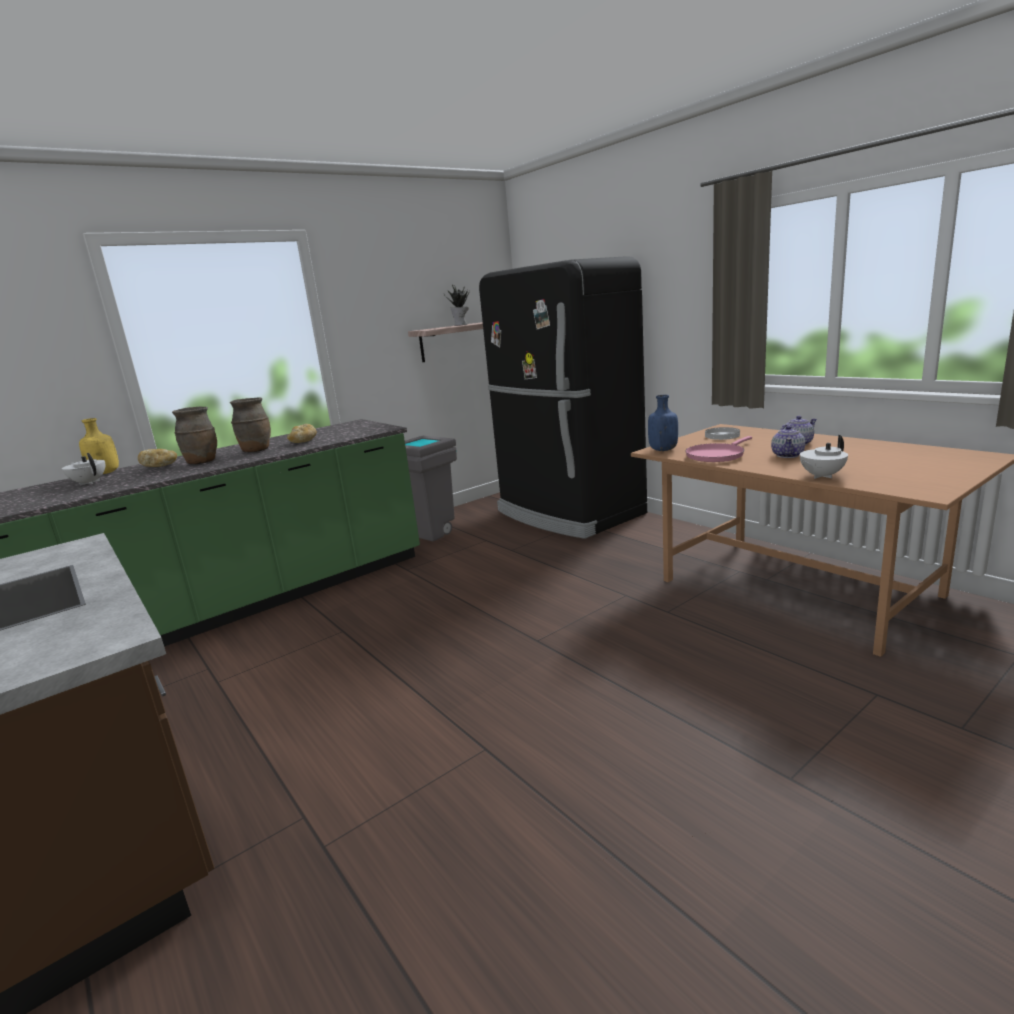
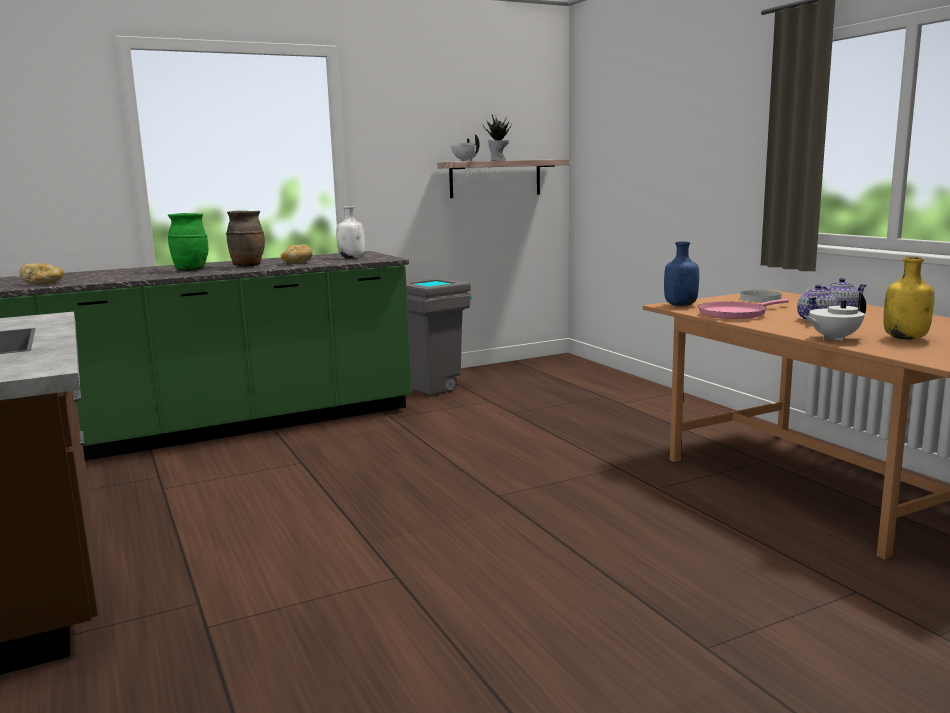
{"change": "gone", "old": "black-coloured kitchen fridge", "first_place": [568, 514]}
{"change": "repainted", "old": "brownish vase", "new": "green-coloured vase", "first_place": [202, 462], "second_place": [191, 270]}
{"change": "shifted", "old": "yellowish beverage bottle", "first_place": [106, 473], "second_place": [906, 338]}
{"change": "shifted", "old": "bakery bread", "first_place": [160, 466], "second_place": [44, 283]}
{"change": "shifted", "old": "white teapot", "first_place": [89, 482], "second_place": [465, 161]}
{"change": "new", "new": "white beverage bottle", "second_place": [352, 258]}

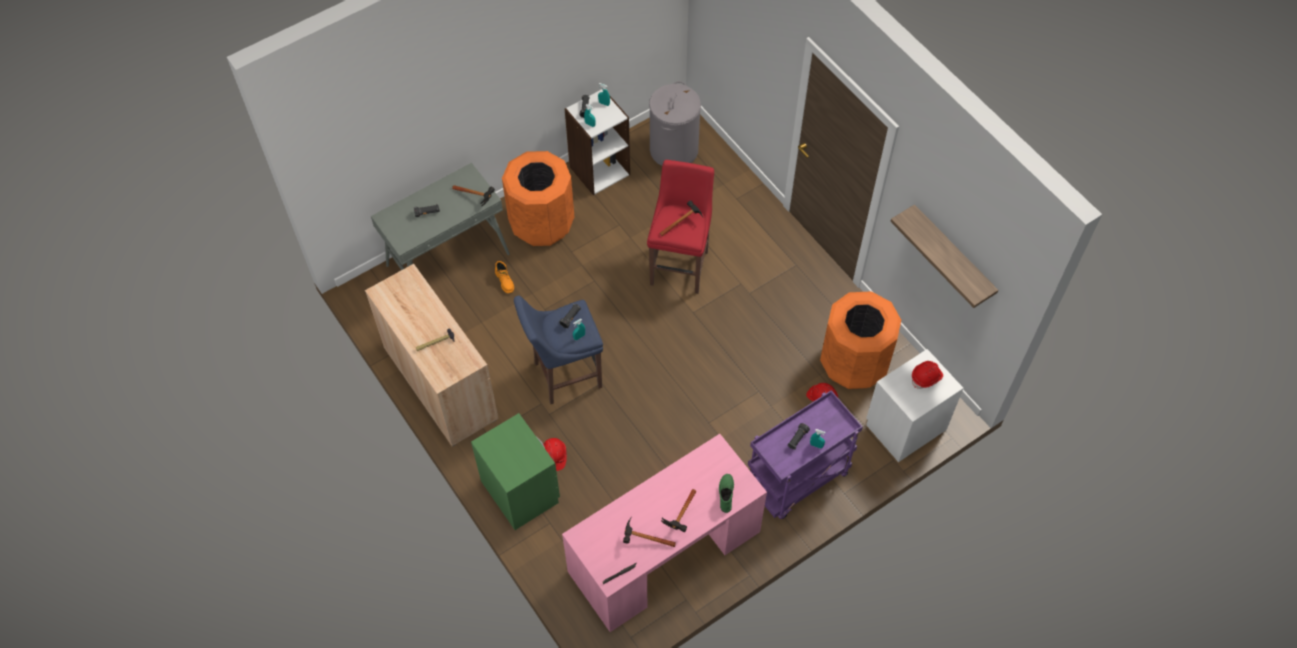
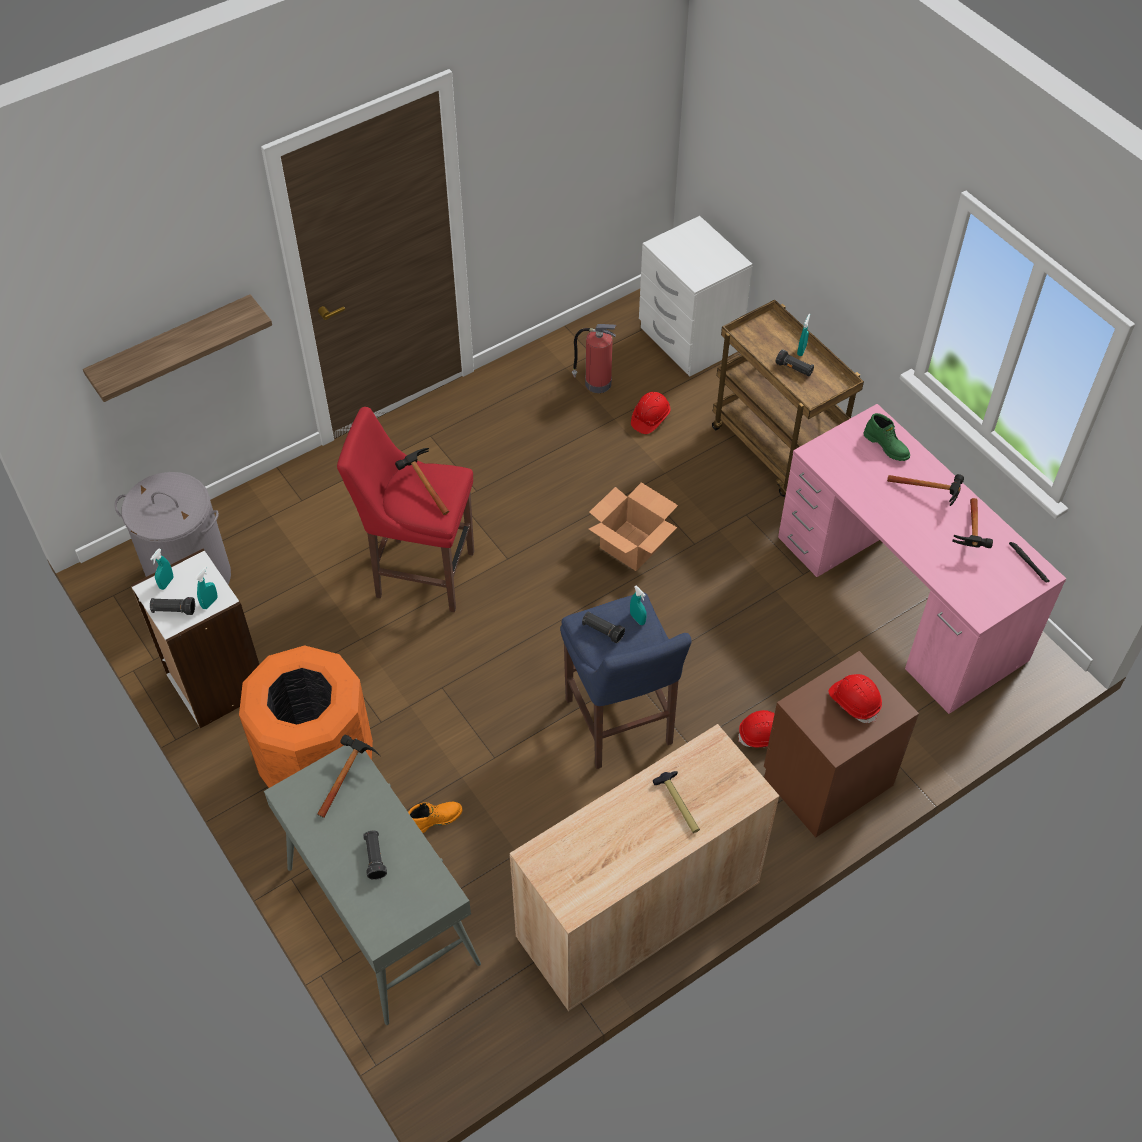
{"change": "shifted", "old": "bracket shelf", "first_place": [952, 255], "second_place": [173, 347]}
{"change": "swapped", "old": "orange trash can", "new": "extinguisher", "first_place": [854, 364], "second_place": [596, 383]}
{"change": "shifted", "old": "reddish hard hat", "first_place": [926, 377], "second_place": [854, 702]}
{"change": "repainted", "old": "purple wheeled cart", "new": "brownish wheeled cart", "first_place": [797, 481], "second_place": [777, 450]}
{"change": "repainted", "old": "green-coloured bedside table", "new": "brownish bedside table", "first_place": [521, 491], "second_place": [826, 779]}
{"change": "rotated", "old": "green-coloured high-top boot", "first_place": [725, 494], "second_place": [887, 446], "degrees": -135}
{"change": "new", "new": "cardboard box", "second_place": [630, 545]}

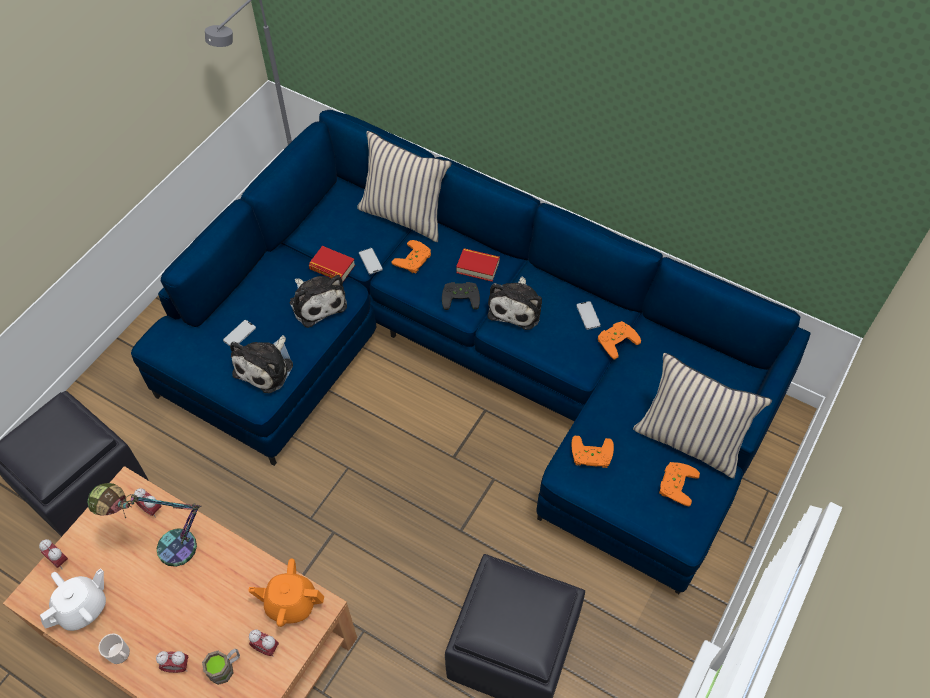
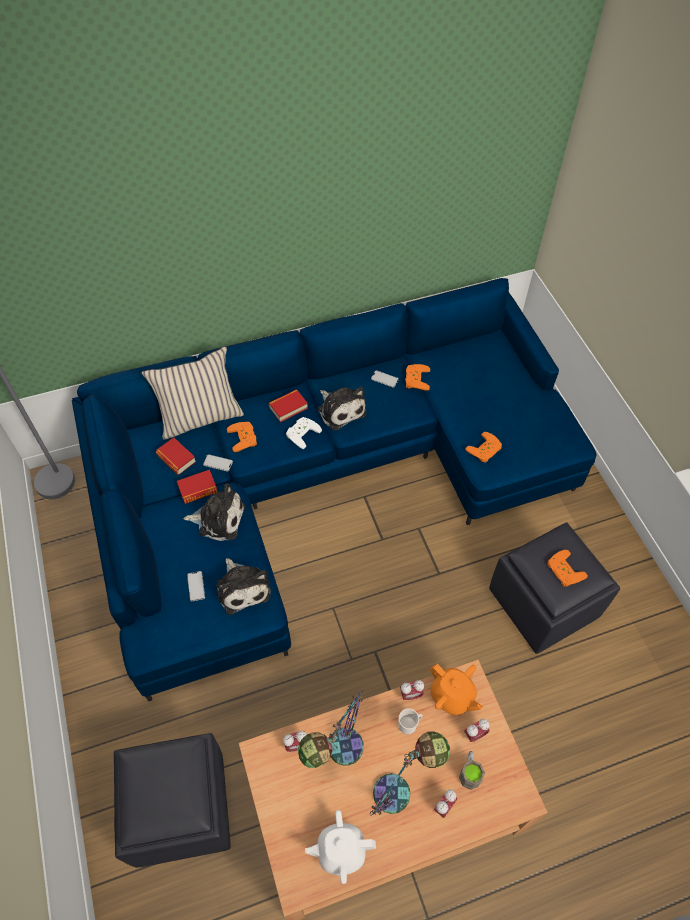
{"change": "repainted", "old": "black-coloured gamepad", "new": "white gamepad", "first_place": [461, 296], "second_place": [301, 432]}
{"change": "gone", "old": "beige throw pillow", "first_place": [689, 440]}
{"change": "shifted", "old": "orange gamepad", "first_place": [675, 483], "second_place": [563, 571]}
{"change": "shifted", "old": "bedside clock", "first_place": [59, 560], "second_place": [410, 694]}
{"change": "rotated", "old": "orange teapot", "first_place": [291, 603], "second_place": [452, 695], "degrees": -90}
{"change": "rotated", "old": "white teapot", "first_place": [83, 608], "second_place": [340, 850], "degrees": -90}
{"change": "shifted", "old": "mug", "first_place": [121, 655], "second_place": [409, 724]}
{"change": "new", "new": "book", "second_place": [176, 458]}
{"change": "new", "new": "tabletop lamp", "second_place": [402, 788]}

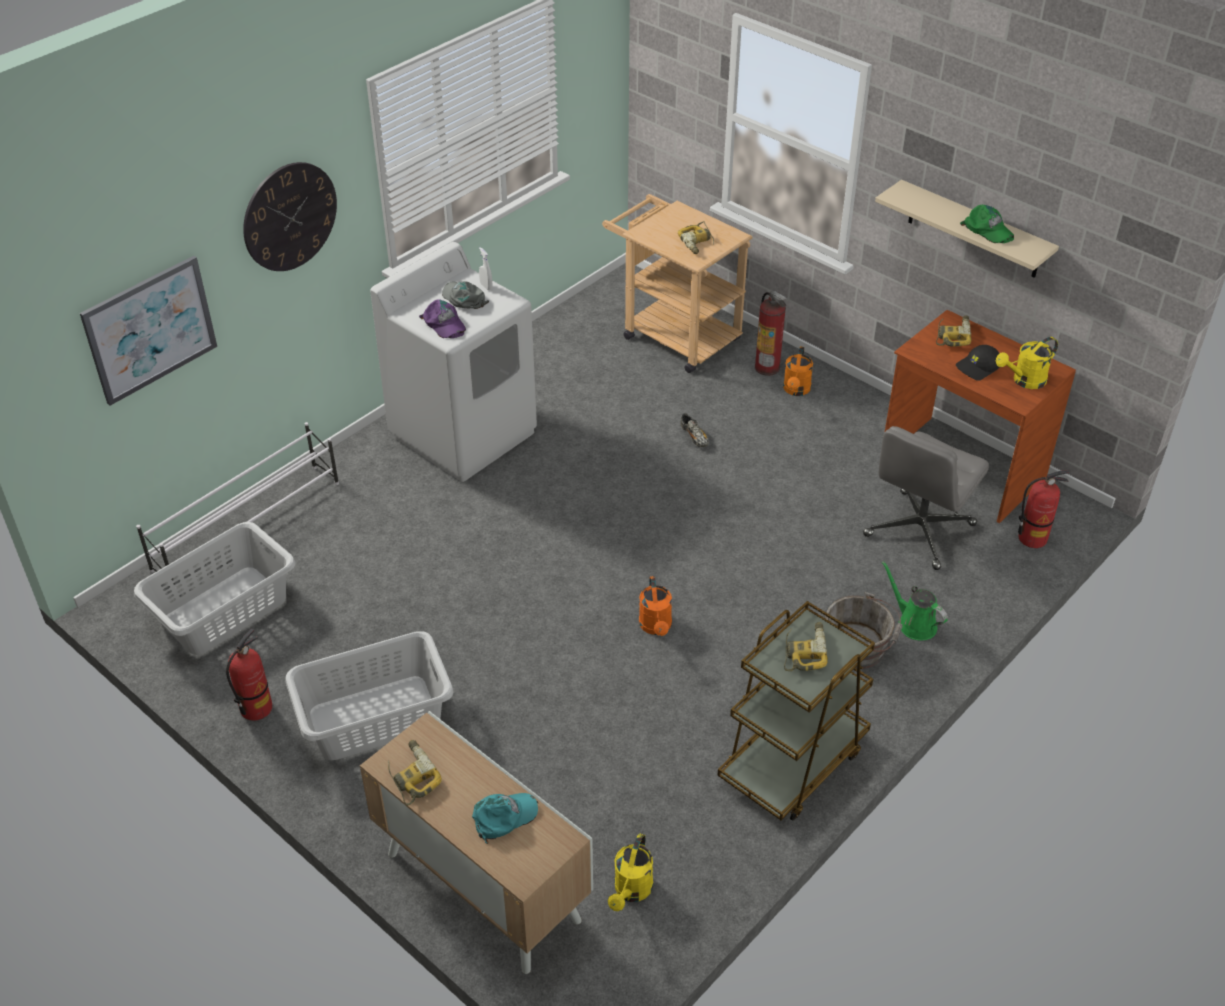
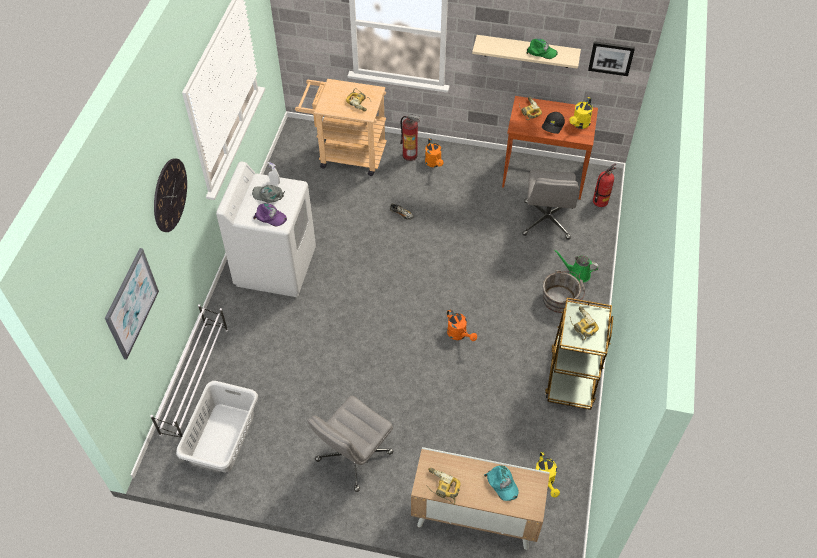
{"change": "gone", "old": "extinguisher", "first_place": [256, 708]}
{"change": "swapped", "old": "greyish laundry basket", "new": "greyish office chair", "first_place": [373, 717], "second_place": [353, 457]}
{"change": "rotated", "old": "blue-green cap", "first_place": [504, 817], "second_place": [502, 484], "degrees": 120}
{"change": "new", "new": "picture", "second_place": [611, 58]}

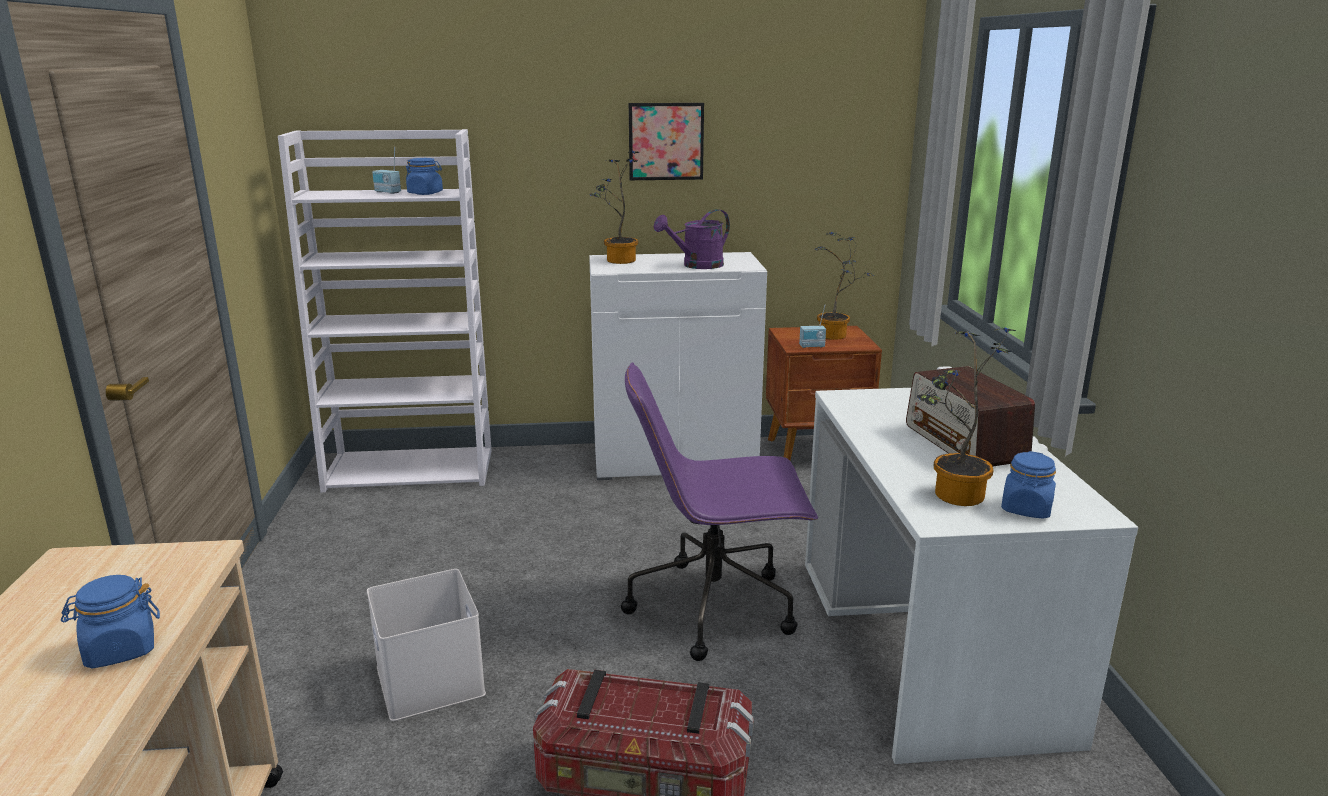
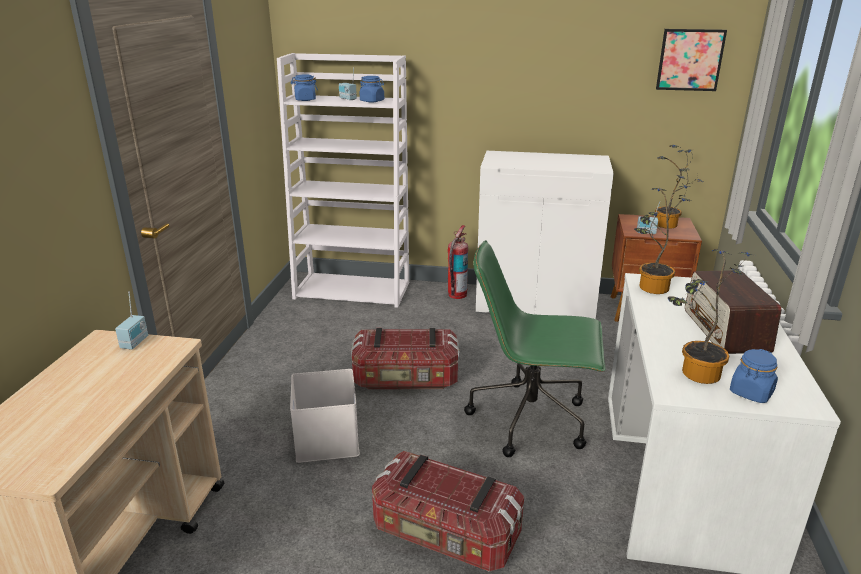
{"change": "shifted", "old": "picture", "first_place": [666, 141], "second_place": [690, 60]}
{"change": "shifted", "old": "potted plant", "first_place": [617, 261], "second_place": [650, 289]}
{"change": "gone", "old": "purple watering pot", "first_place": [696, 266]}
{"change": "repainted", "old": "purple office chair", "new": "green-coloured office chair", "first_place": [715, 607], "second_place": [531, 419]}
{"change": "shifted", "old": "blue storage jar", "first_place": [120, 650], "second_place": [305, 99]}
{"change": "new", "new": "extinguisher", "second_place": [456, 295]}
{"change": "new", "new": "radio receiver", "second_place": [135, 343]}
{"change": "new", "new": "storage container", "second_place": [406, 379]}

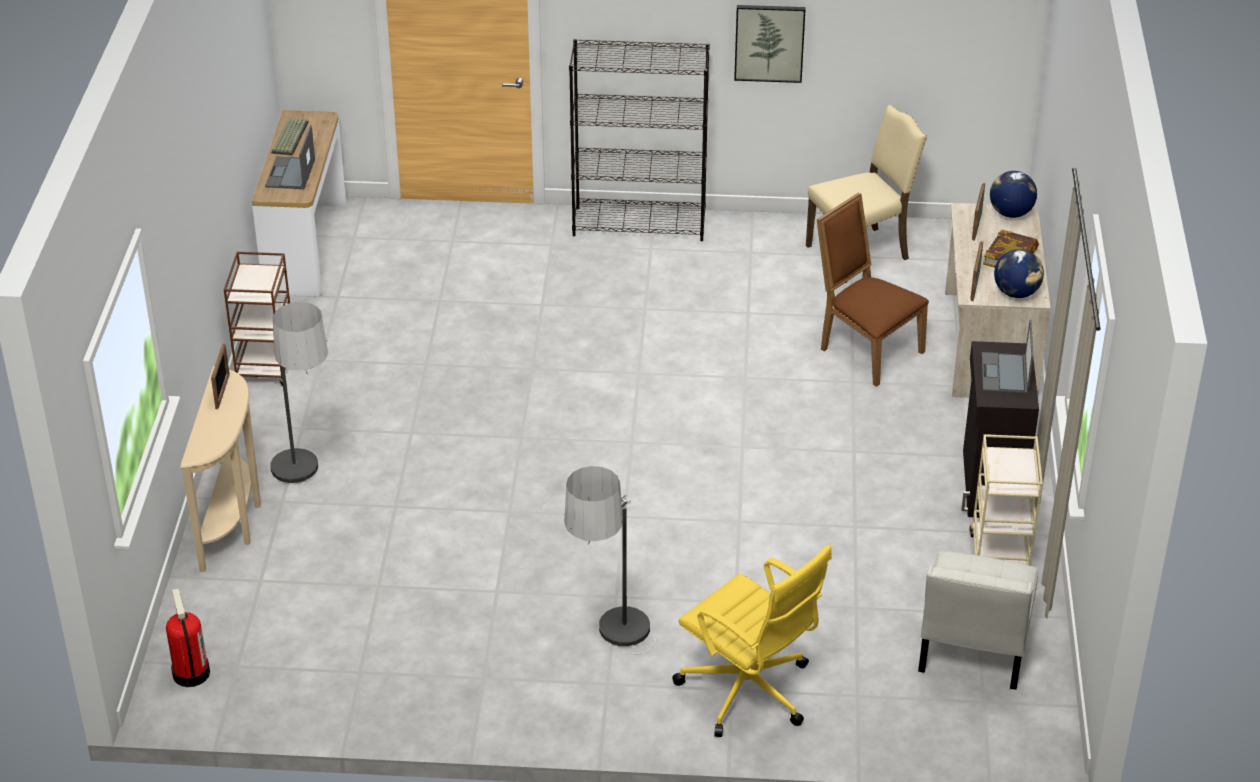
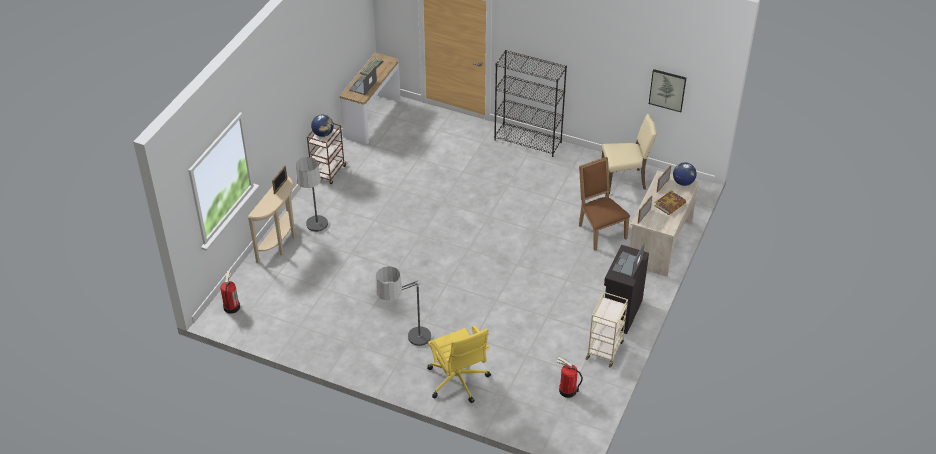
{"change": "shifted", "old": "picture", "first_place": [769, 42], "second_place": [667, 90]}
{"change": "shifted", "old": "globe", "first_place": [1016, 293], "second_place": [323, 134]}
{"change": "swapped", "old": "white upright chair", "new": "extinguisher", "first_place": [972, 652], "second_place": [567, 391]}

